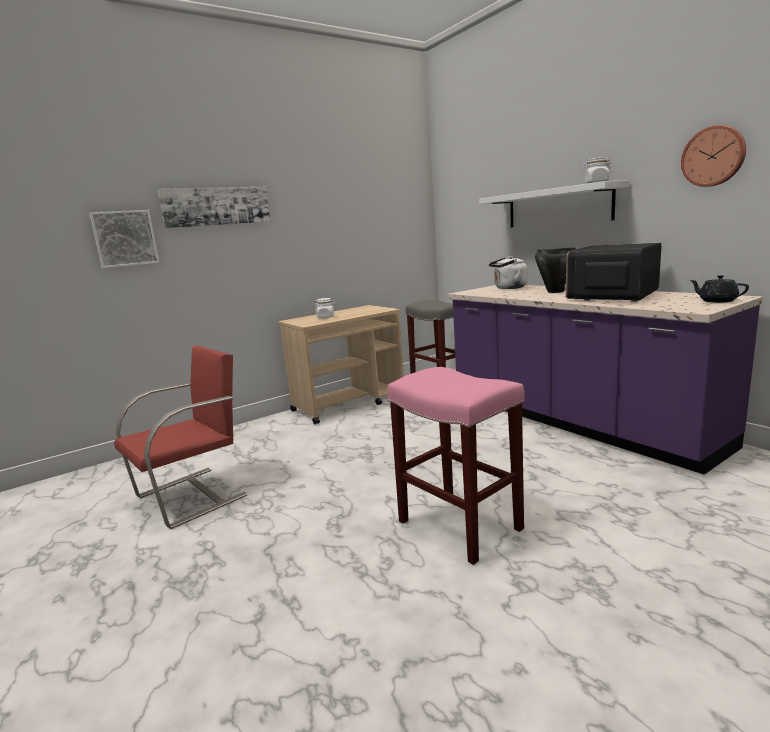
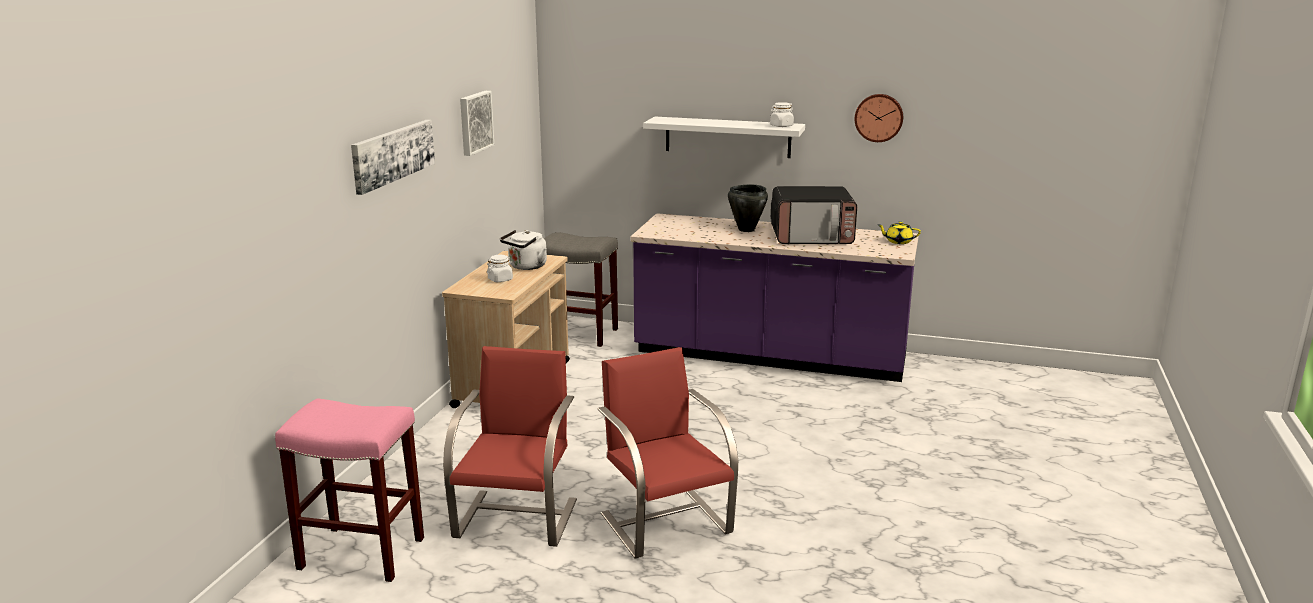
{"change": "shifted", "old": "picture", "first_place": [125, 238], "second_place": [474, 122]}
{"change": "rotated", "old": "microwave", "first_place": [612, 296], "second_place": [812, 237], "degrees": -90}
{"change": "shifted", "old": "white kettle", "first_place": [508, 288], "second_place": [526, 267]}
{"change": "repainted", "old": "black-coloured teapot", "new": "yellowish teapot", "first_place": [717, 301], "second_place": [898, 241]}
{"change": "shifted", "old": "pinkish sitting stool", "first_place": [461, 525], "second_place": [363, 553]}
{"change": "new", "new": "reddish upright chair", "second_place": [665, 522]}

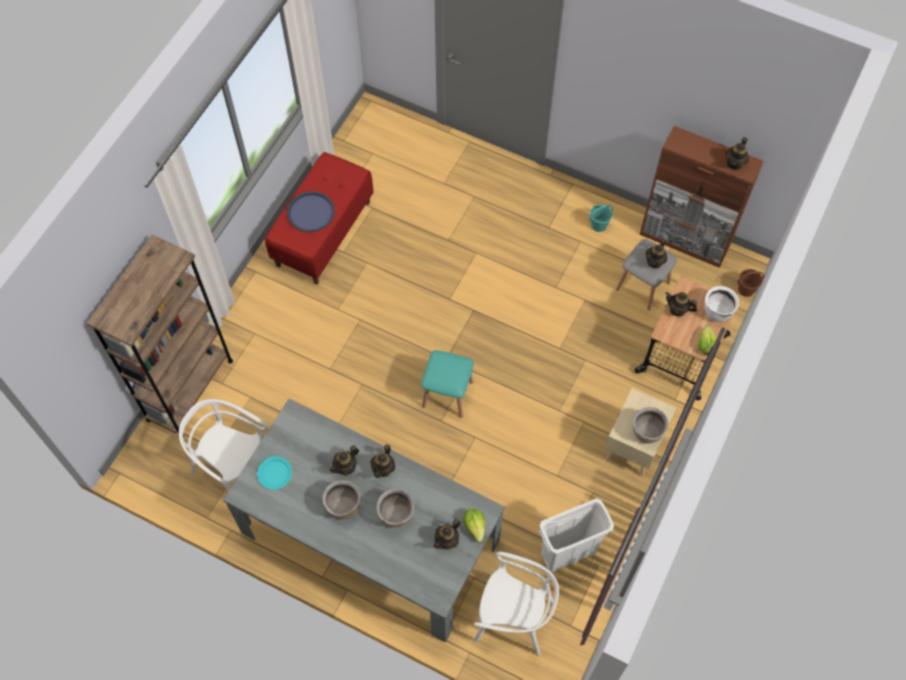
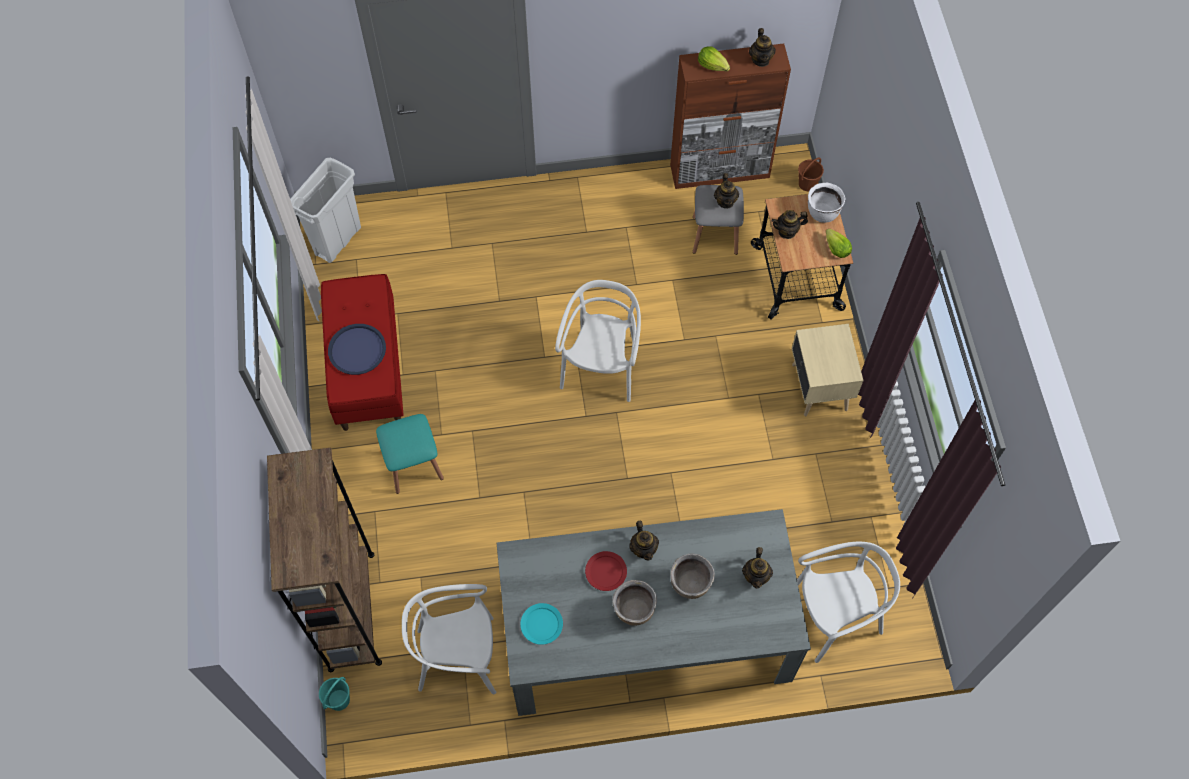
{"change": "shifted", "old": "blue-green water bucket", "first_place": [598, 225], "second_place": [338, 700]}
{"change": "shifted", "old": "blue-green sitting stool", "first_place": [447, 394], "second_place": [413, 465]}
{"change": "gone", "old": "brownish cooking pot", "first_place": [647, 432]}
{"change": "swapped", "old": "teapot", "new": "reddish plate", "first_place": [346, 467], "second_place": [606, 571]}
{"change": "shifted", "old": "white trash can", "first_place": [568, 553], "second_place": [338, 240]}
{"change": "shifted", "old": "lettuce", "first_place": [475, 526], "second_place": [713, 65]}
{"change": "new", "new": "white upright chair", "second_place": [601, 367]}

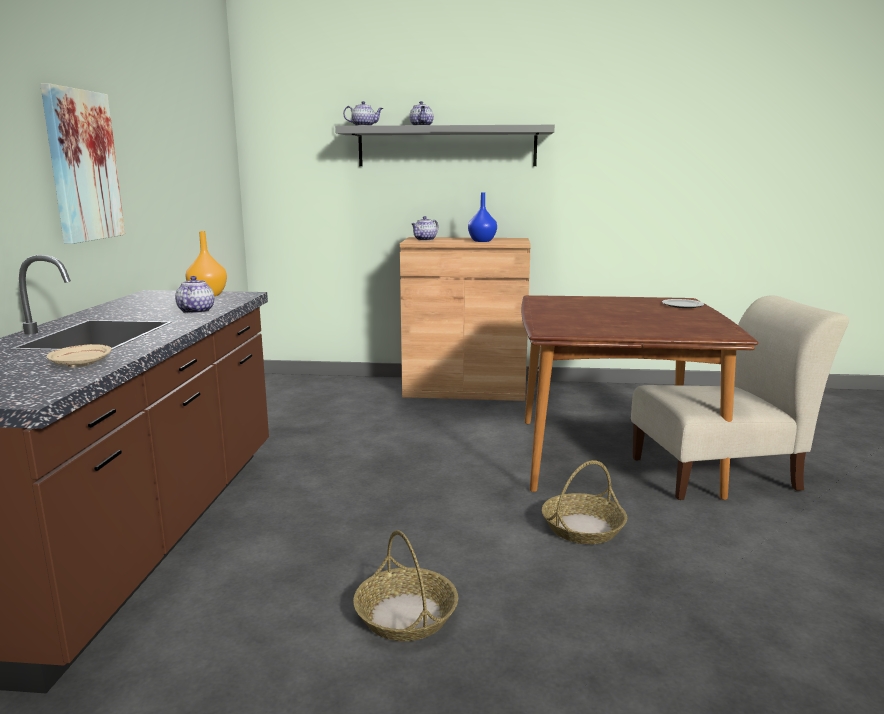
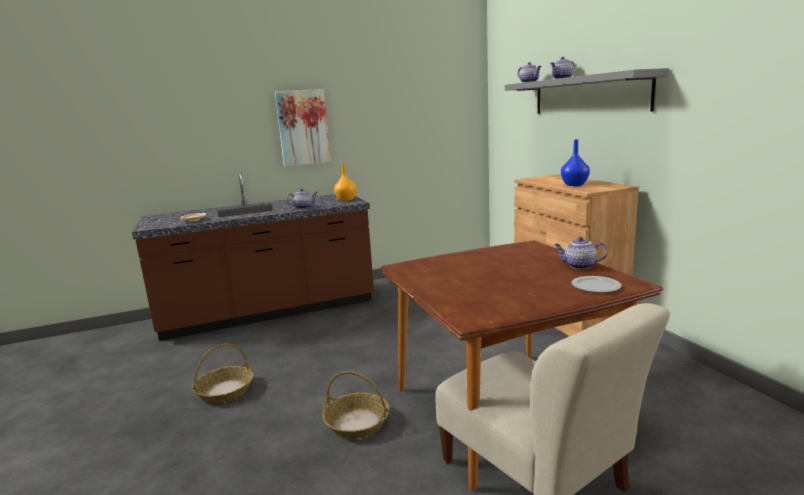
{"change": "shifted", "old": "teapot", "first_place": [425, 240], "second_place": [579, 266]}

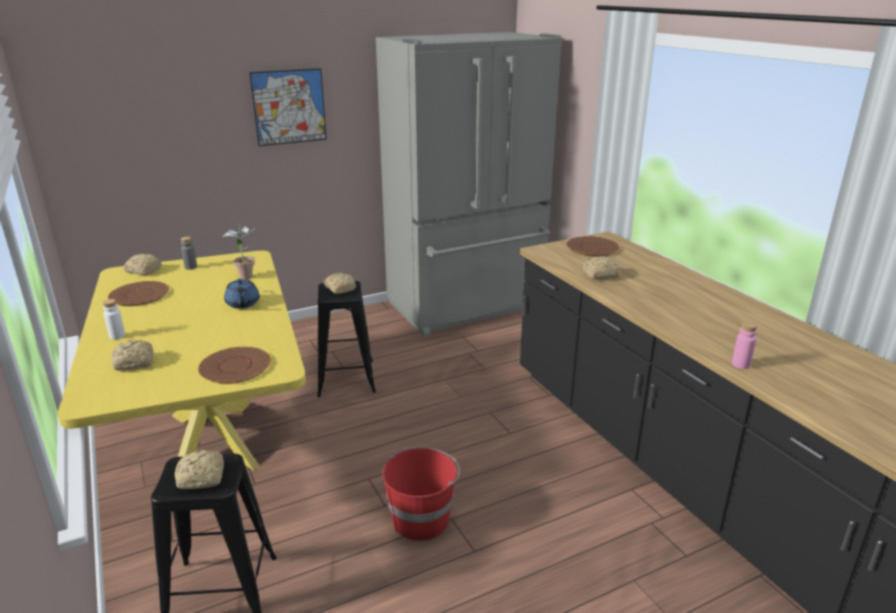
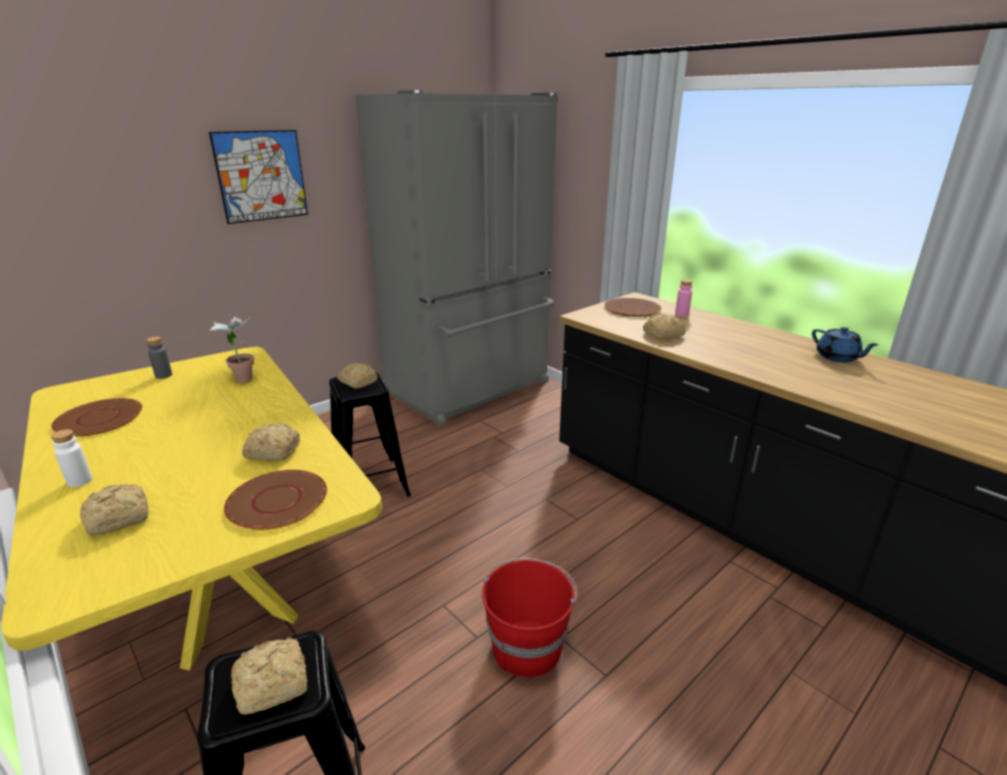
{"change": "shifted", "old": "bakery bread", "first_place": [143, 270], "second_place": [272, 451]}
{"change": "shifted", "old": "blue teapot", "first_place": [242, 304], "second_place": [837, 357]}
{"change": "shifted", "old": "pinkish beverage bottle", "first_place": [740, 364], "second_place": [682, 314]}

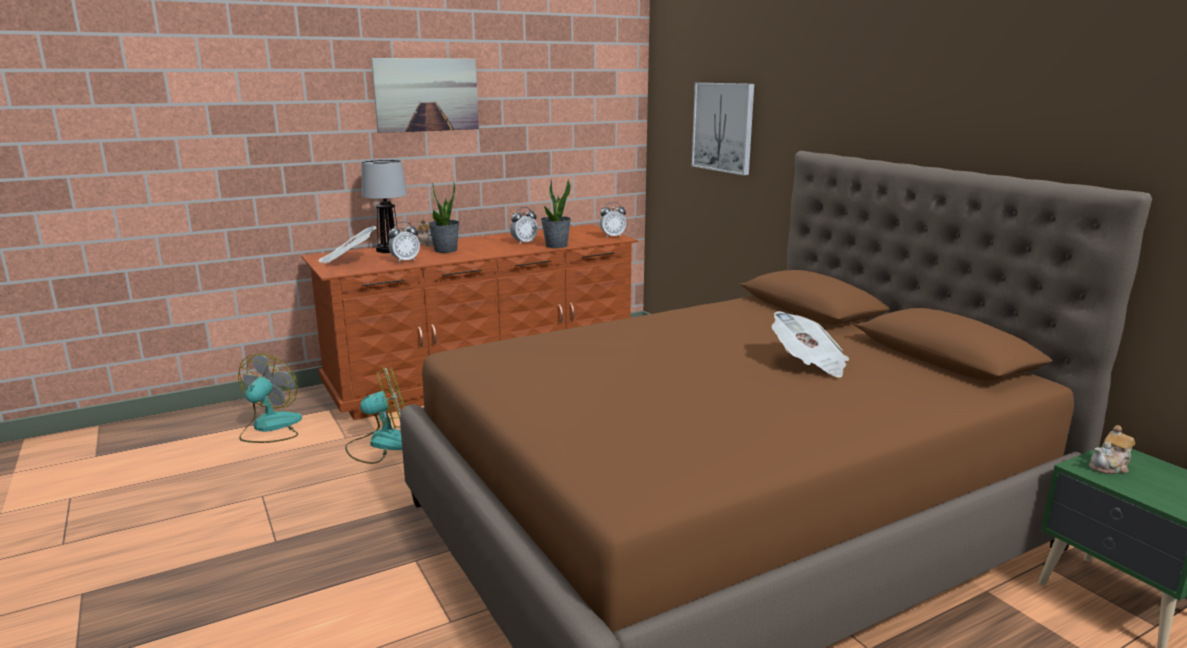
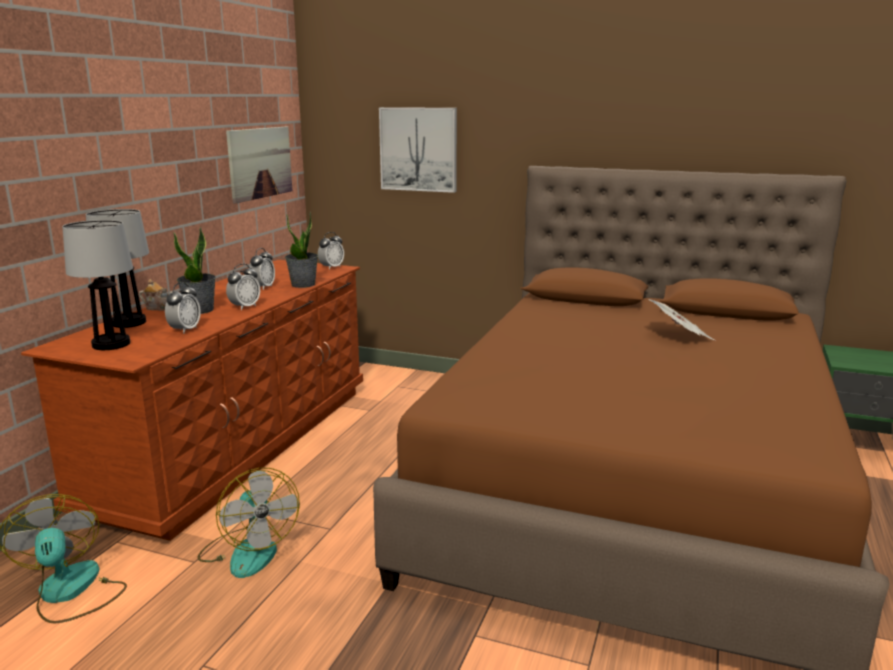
{"change": "shifted", "old": "picture", "first_place": [426, 95], "second_place": [260, 163]}
{"change": "swapped", "old": "printed paper", "new": "tabletop lamp", "first_place": [348, 261], "second_place": [111, 344]}
{"change": "rotated", "old": "cooling fan", "first_place": [381, 444], "second_place": [248, 551], "degrees": 120}
{"change": "gone", "old": "teapot", "first_place": [1110, 467]}
{"change": "new", "new": "bedside clock", "second_place": [244, 307]}

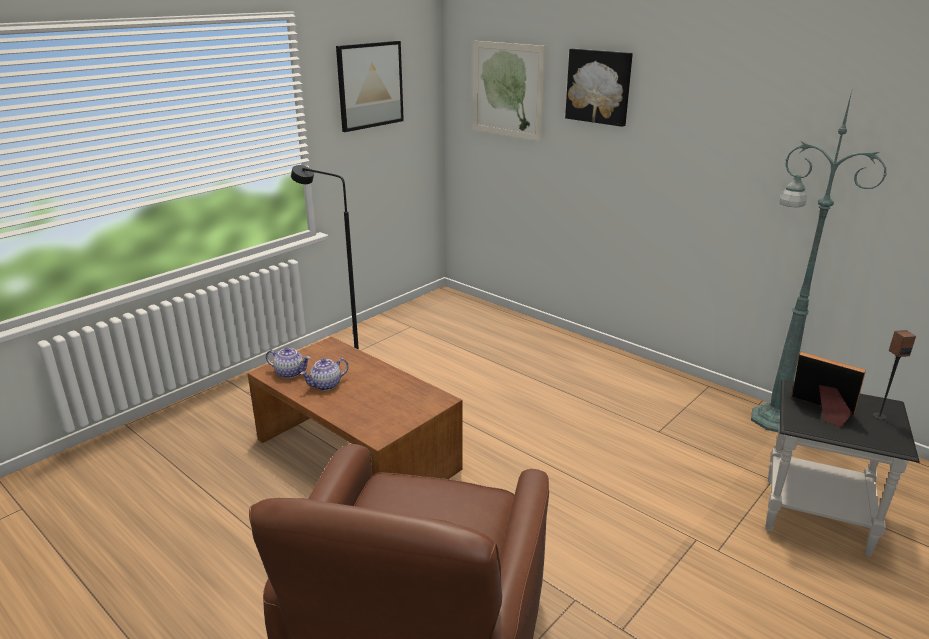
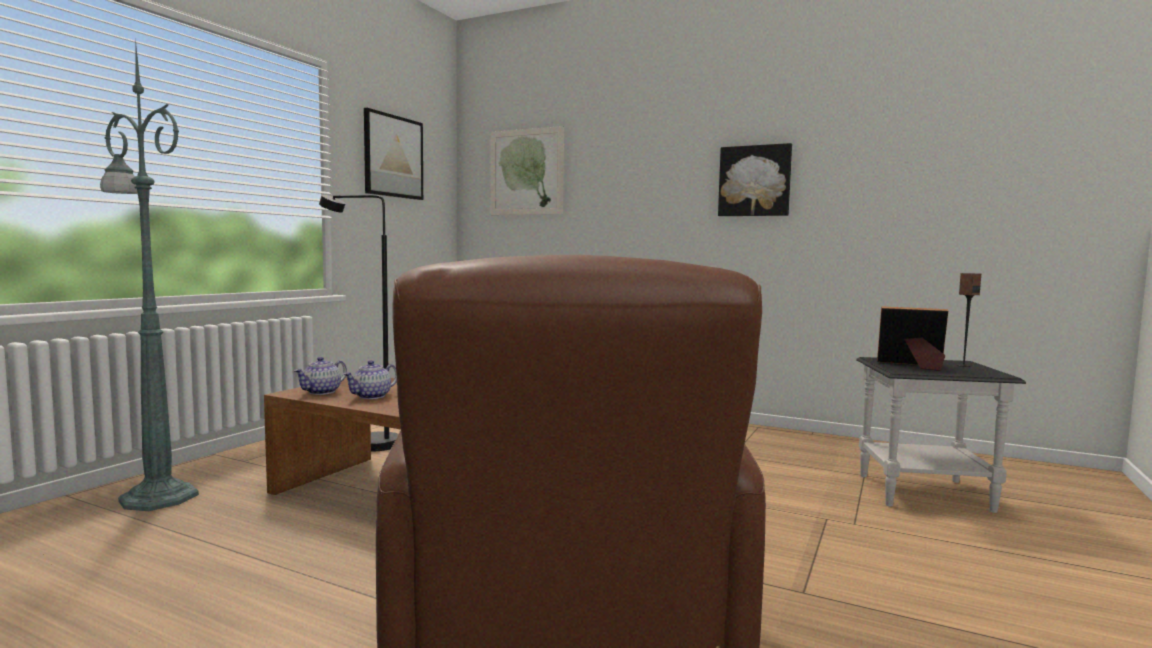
{"change": "shifted", "old": "picture", "first_place": [599, 86], "second_place": [754, 181]}
{"change": "shifted", "old": "green-coloured standing lamp", "first_place": [772, 418], "second_place": [157, 497]}
{"change": "rotated", "old": "teapot", "first_place": [290, 373], "second_place": [321, 392], "degrees": 120}

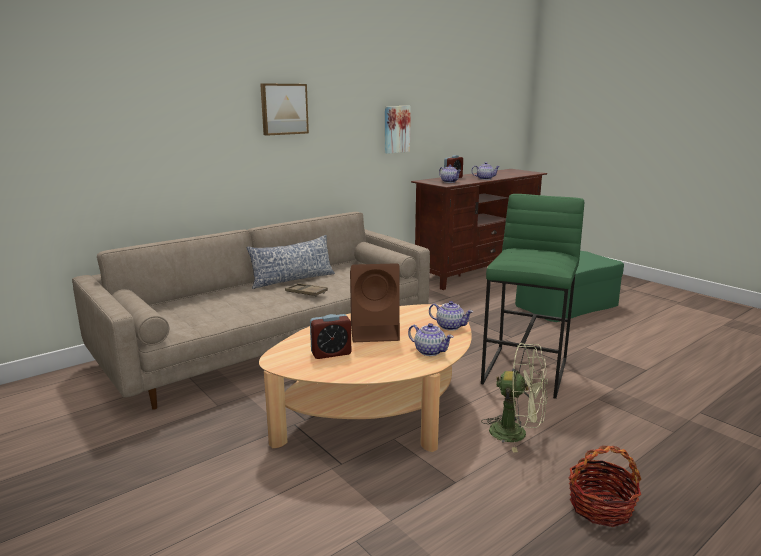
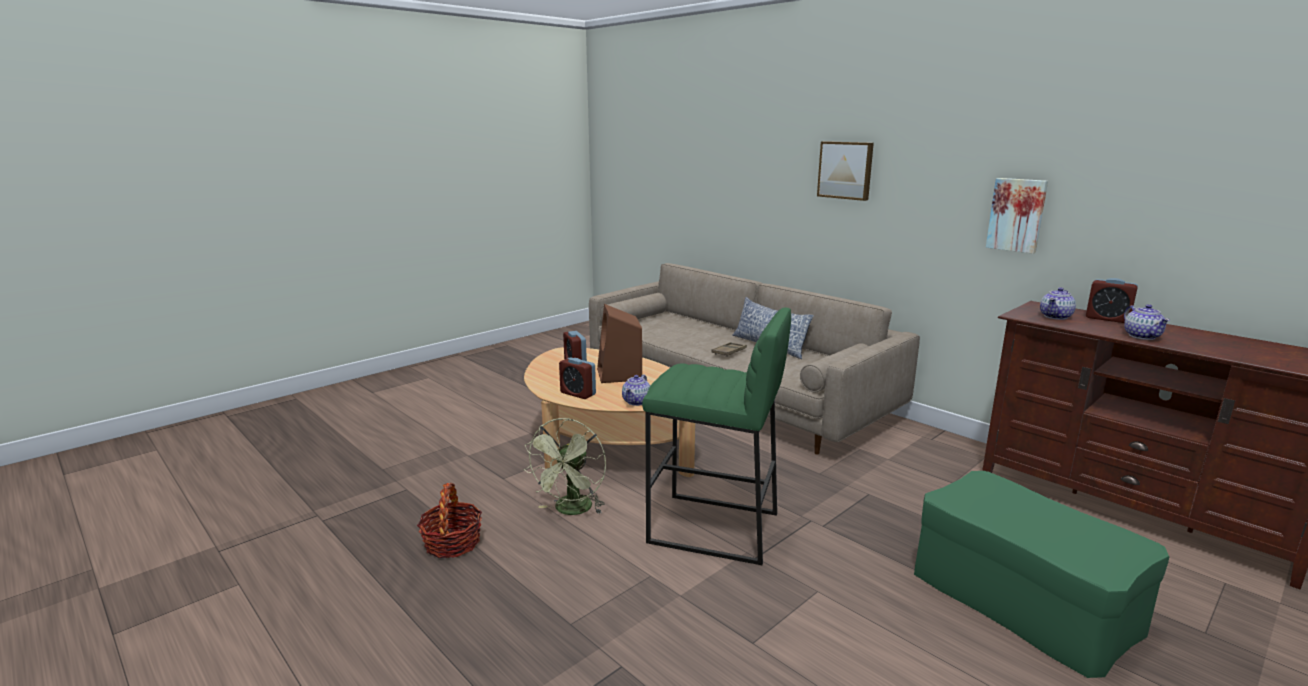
{"change": "swapped", "old": "teapot", "new": "bedside clock", "first_place": [429, 351], "second_place": [578, 394]}

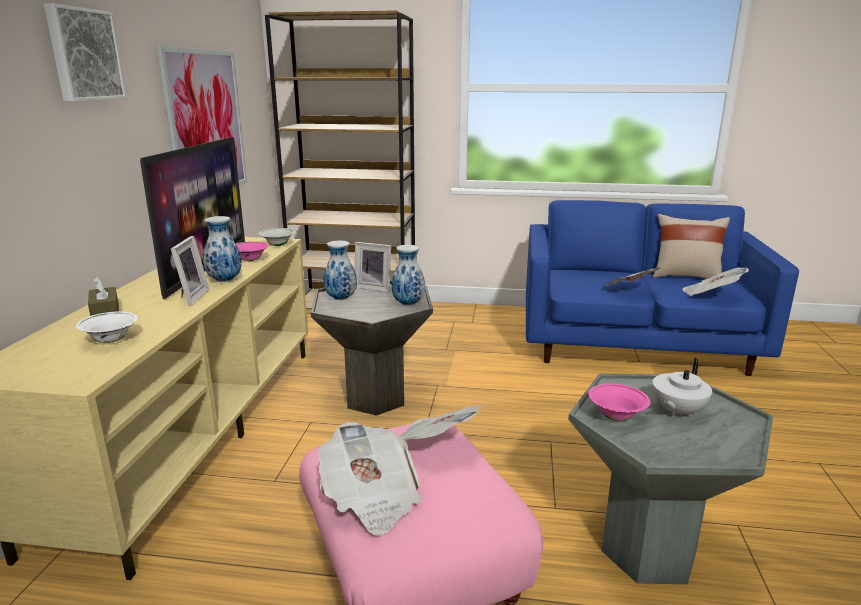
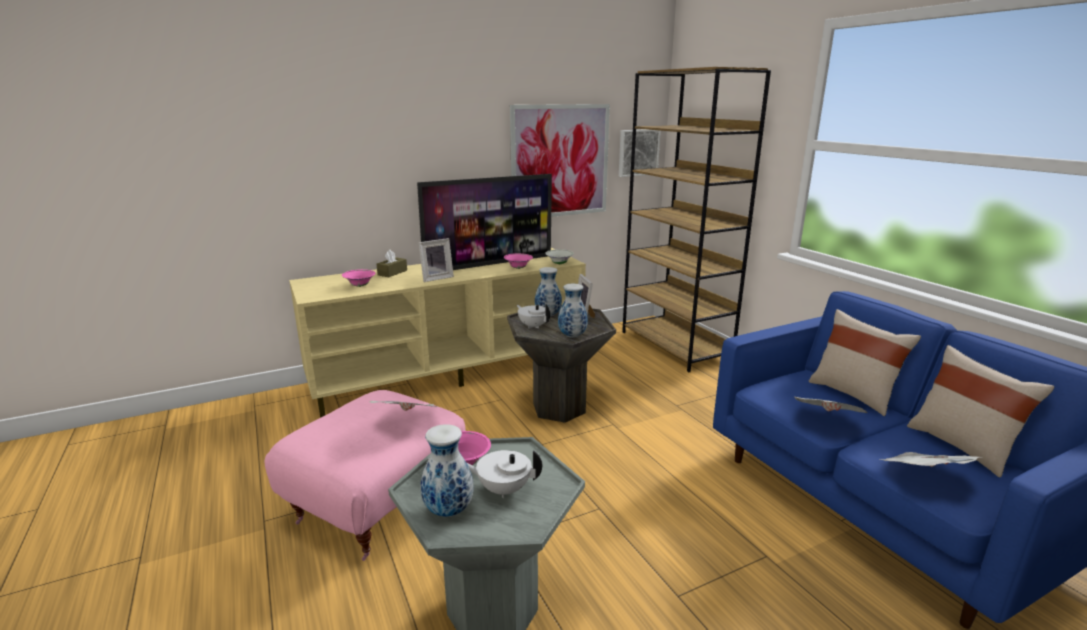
{"change": "shifted", "old": "picture", "first_place": [84, 55], "second_place": [638, 152]}
{"change": "shifted", "old": "vase", "first_place": [224, 281], "second_place": [448, 511]}
{"change": "repainted", "old": "white deep dish", "new": "pinkish deep dish", "first_place": [110, 341], "second_place": [360, 285]}
{"change": "gone", "old": "printed paper", "first_place": [371, 499]}
{"change": "new", "new": "white teapot", "second_place": [533, 326]}
{"change": "new", "new": "beige throw pillow", "second_place": [853, 394]}

